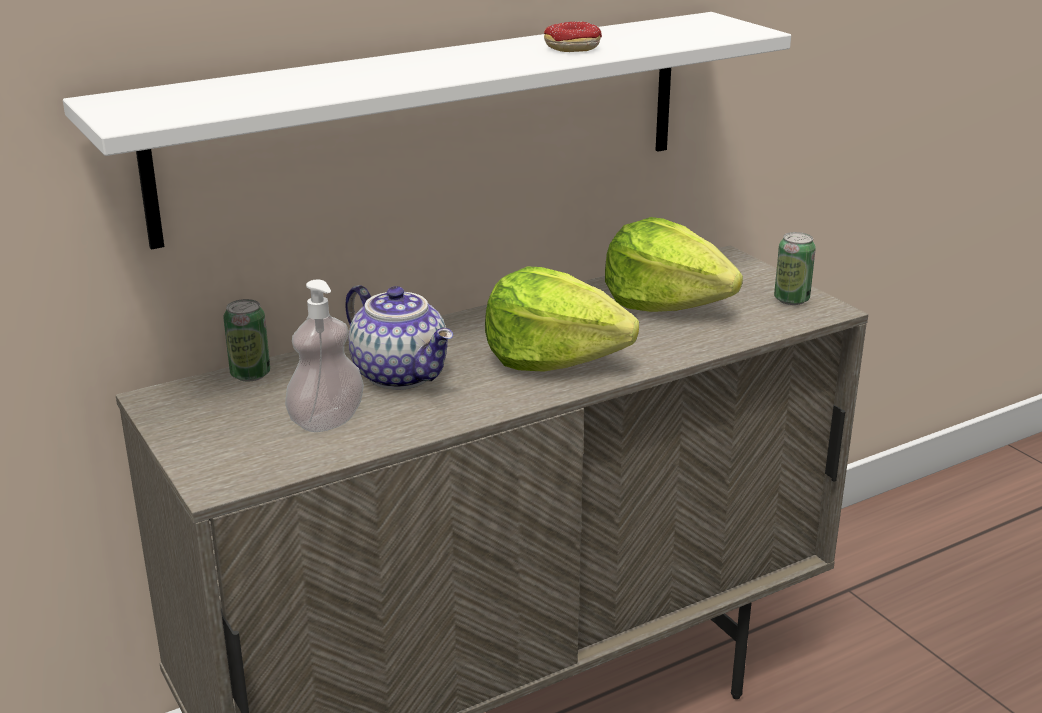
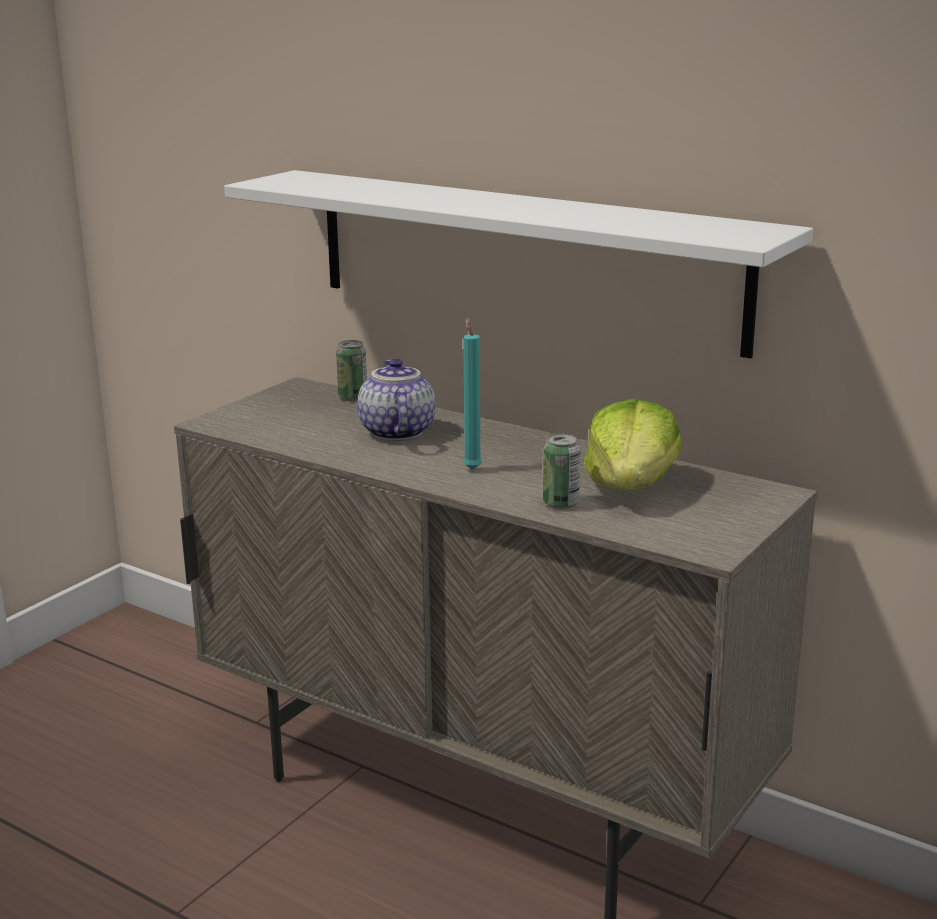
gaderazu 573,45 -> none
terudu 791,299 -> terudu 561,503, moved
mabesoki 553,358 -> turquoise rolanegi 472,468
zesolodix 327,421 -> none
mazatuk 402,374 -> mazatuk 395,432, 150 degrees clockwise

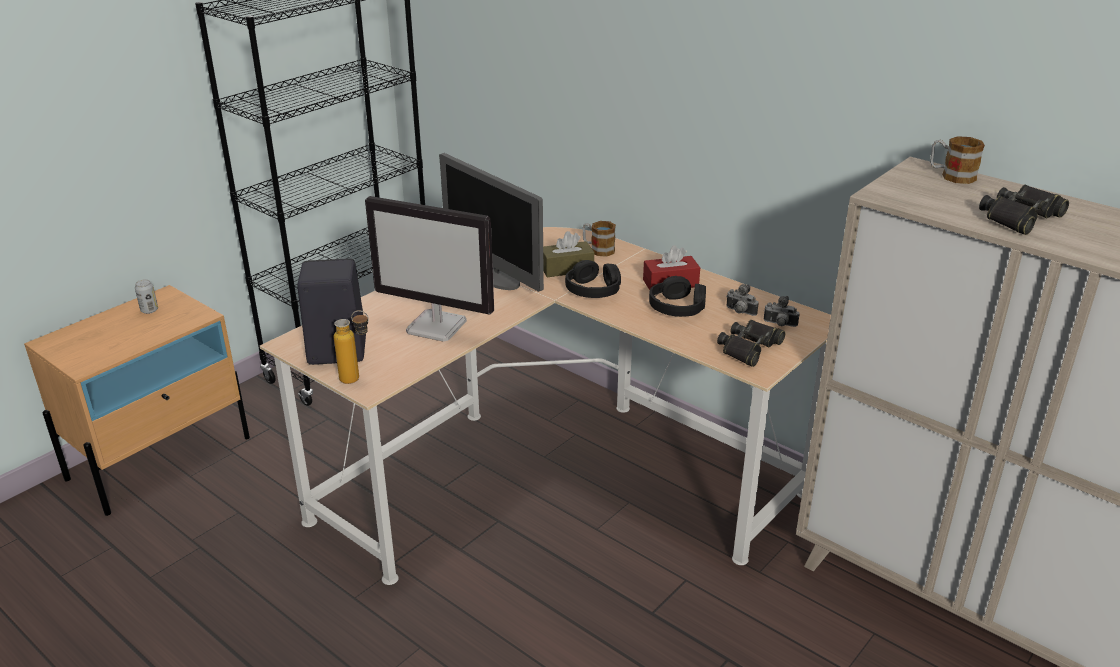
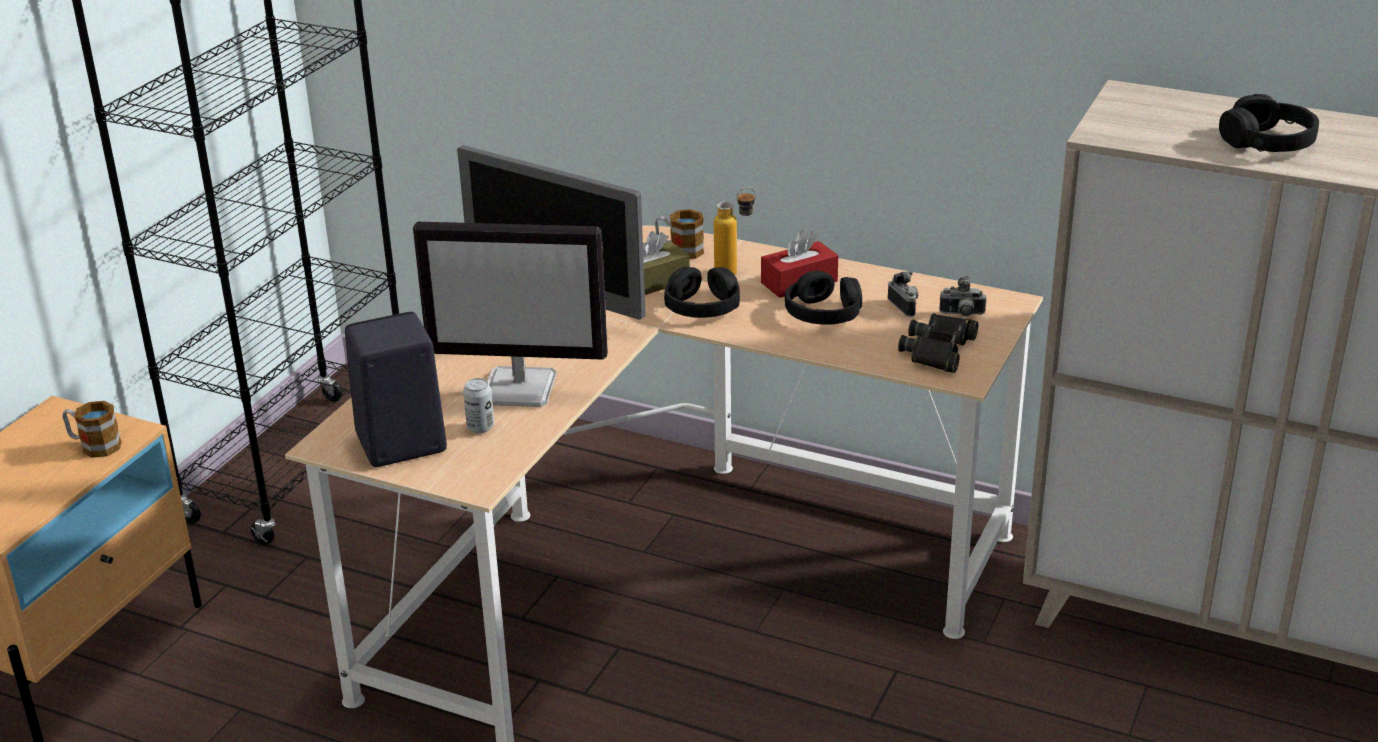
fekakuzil 951,176 -> fekakuzil 94,446, moved
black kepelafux 1020,217 -> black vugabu 1267,142
terudu 149,310 -> terudu 480,427, moved
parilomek 739,312 -> parilomek 905,306, 135 degrees counterclockwise
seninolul 357,379 -> seninolul 735,272, moved

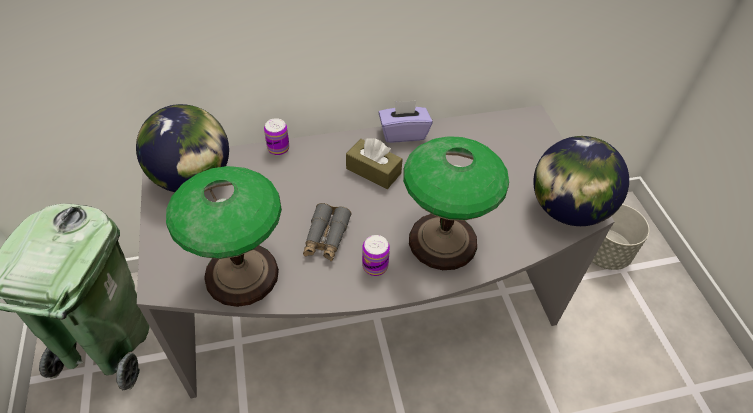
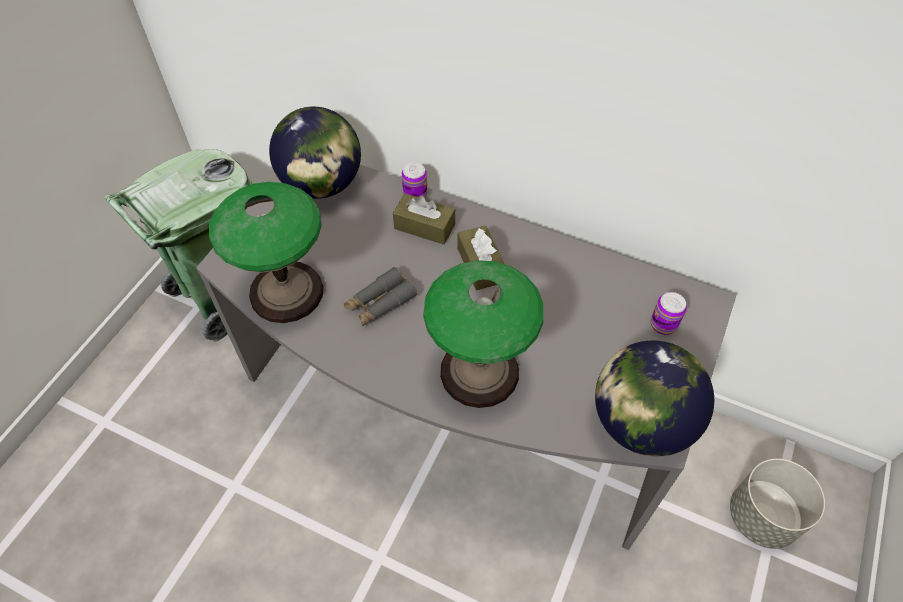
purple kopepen 403,133 -> none
terudu 375,266 -> terudu 663,324, moved
none -> brown kopepen 424,226

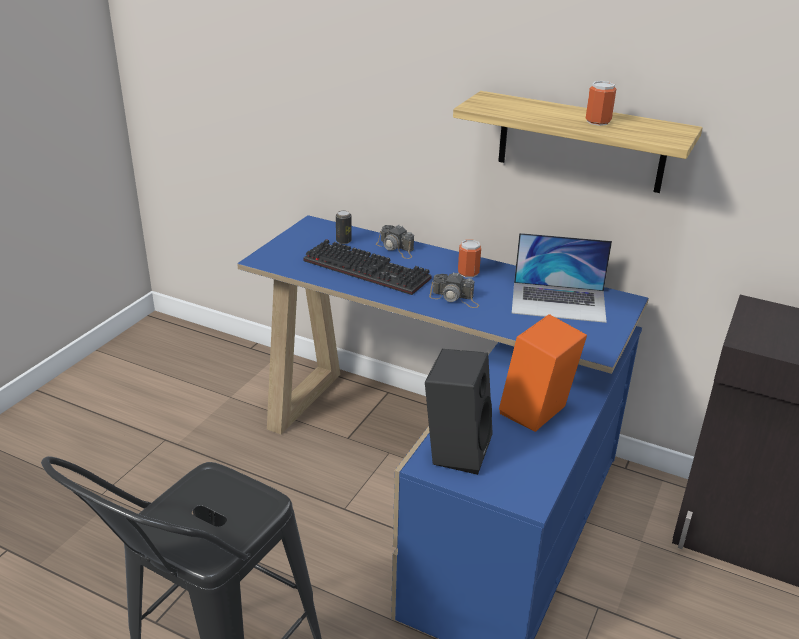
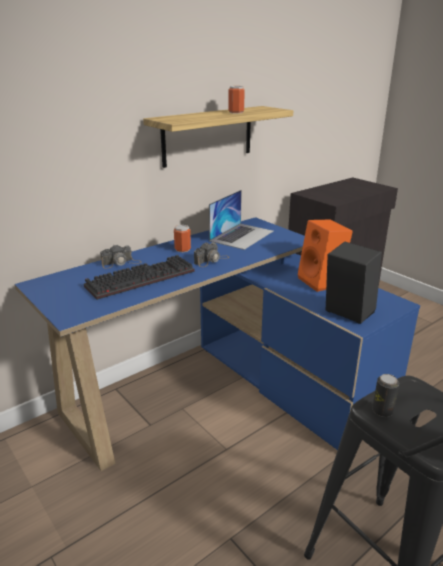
terudu 343,241 -> terudu 382,411, moved

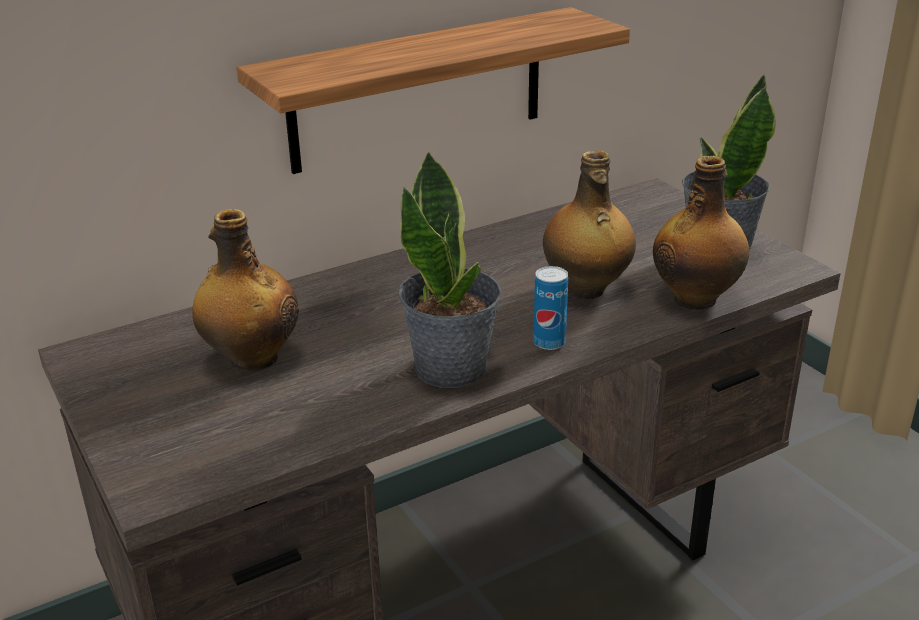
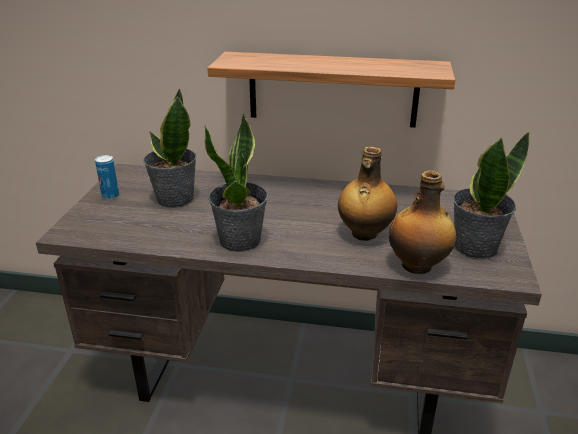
seninolul 252,358 -> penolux 174,199
terudu 549,342 -> terudu 110,196, moved

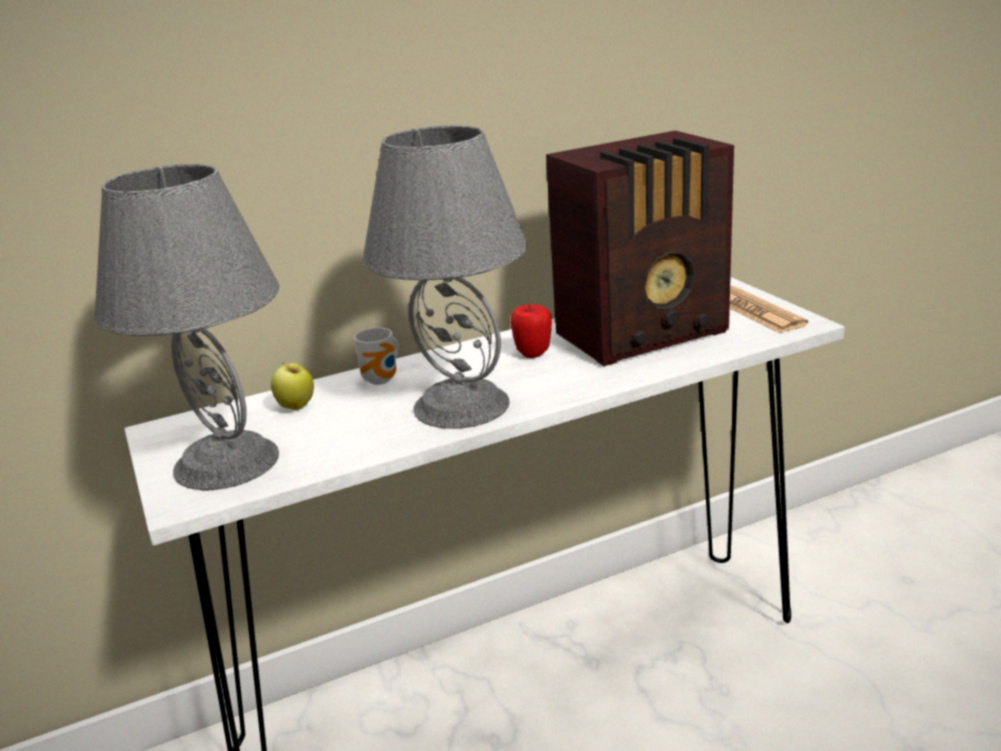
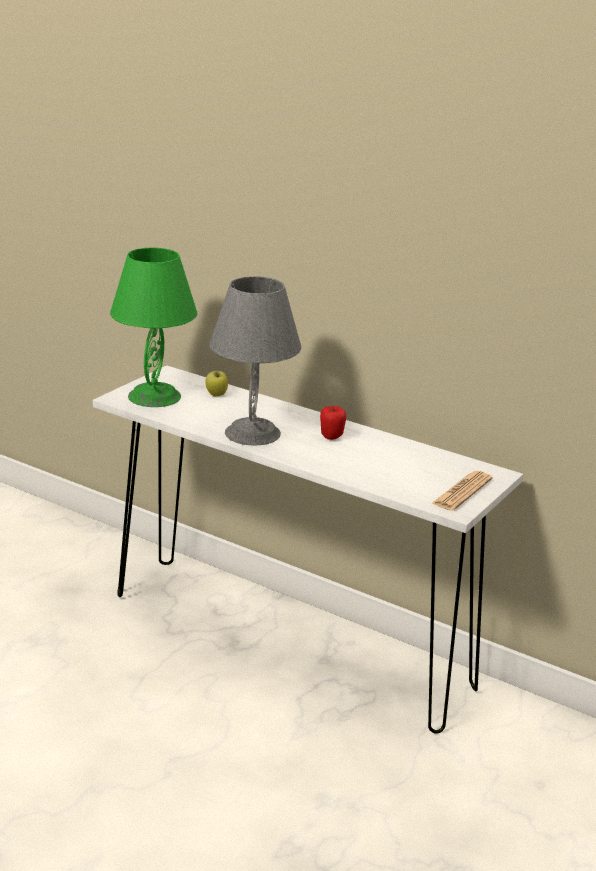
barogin 646,334 -> none
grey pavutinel 225,462 -> green pavutinel 154,396
fekakuzil 383,379 -> none

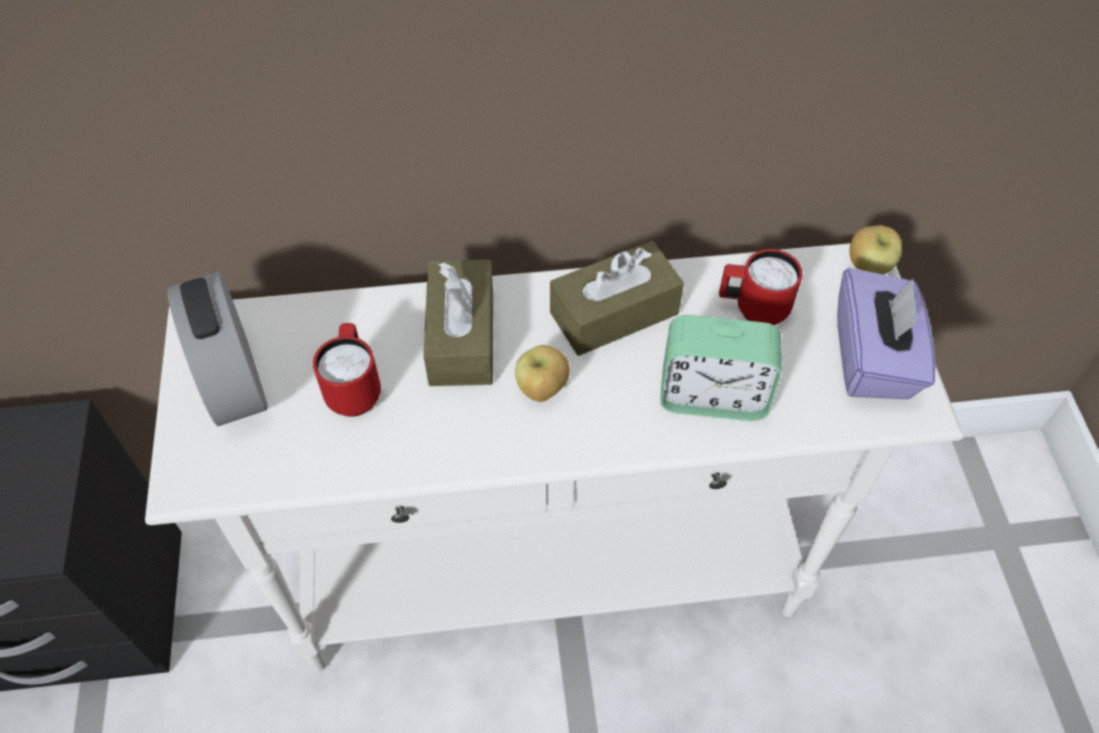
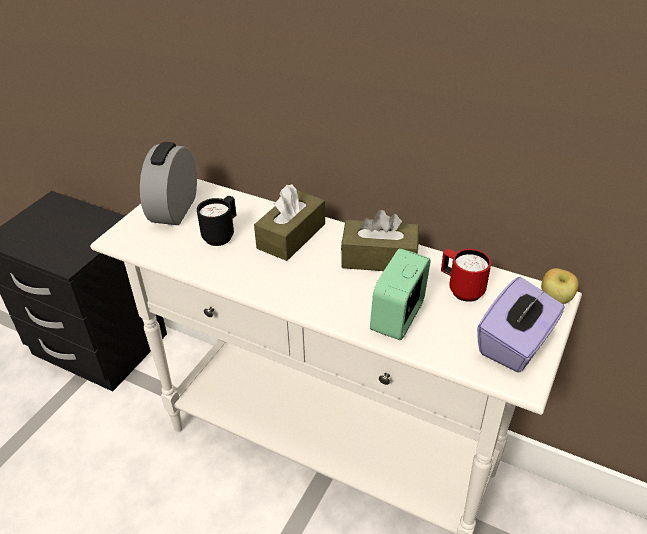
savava 712,396 -> savava 398,317, 75 degrees clockwise
red fekakuzil 354,389 -> black fekakuzil 221,235
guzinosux 542,390 -> none

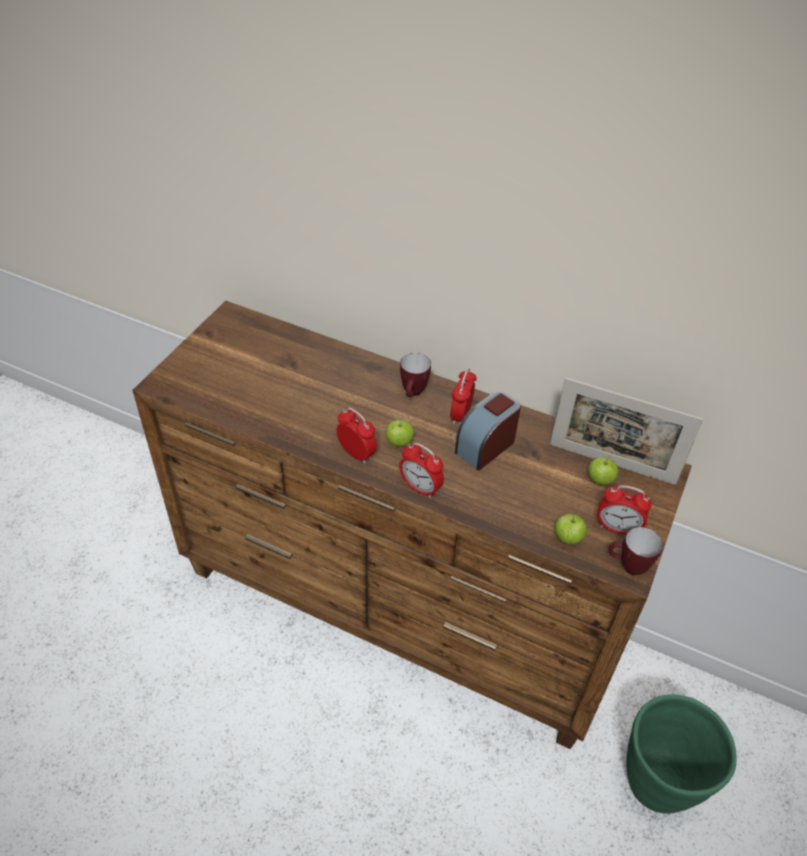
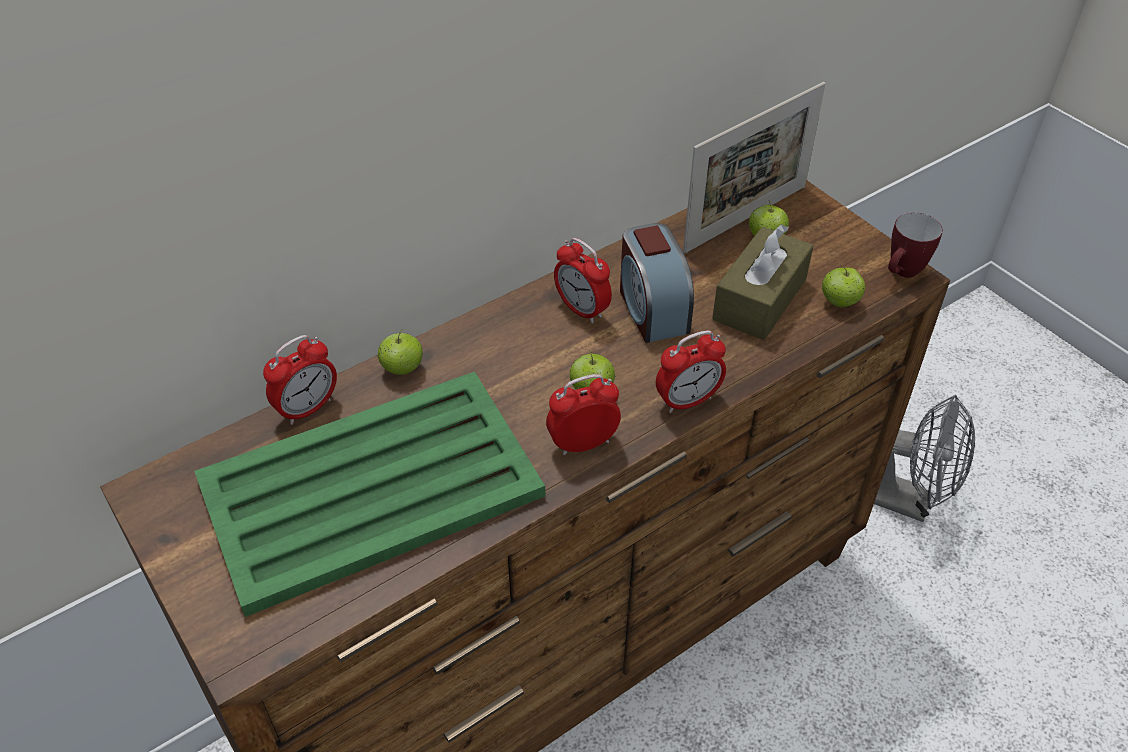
fekakuzil 413,394 -> none
savava 617,528 -> savava 307,408, moved
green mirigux 657,783 -> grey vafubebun 907,501
none -> brown kopepen 760,299
none -> guzinosux 402,369
none -> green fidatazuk 367,489

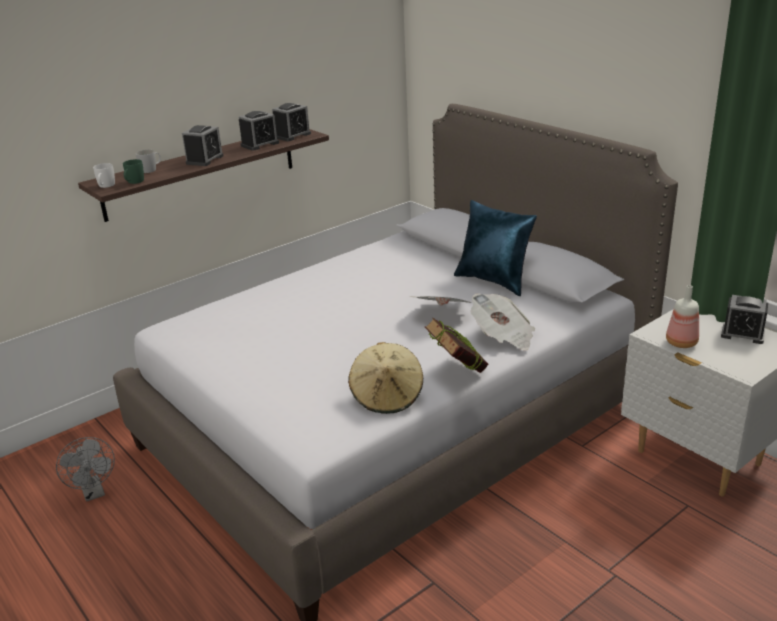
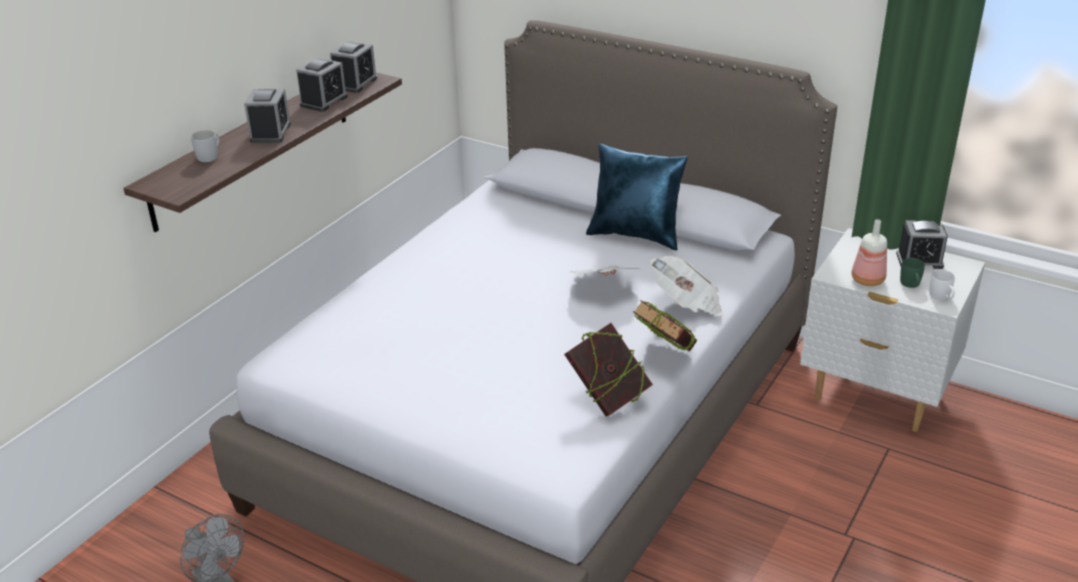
green fekakuzil 134,182 -> green fekakuzil 911,285, moved
white fekakuzil 105,186 -> white fekakuzil 941,297, moved
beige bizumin 387,397 -> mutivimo 607,398

